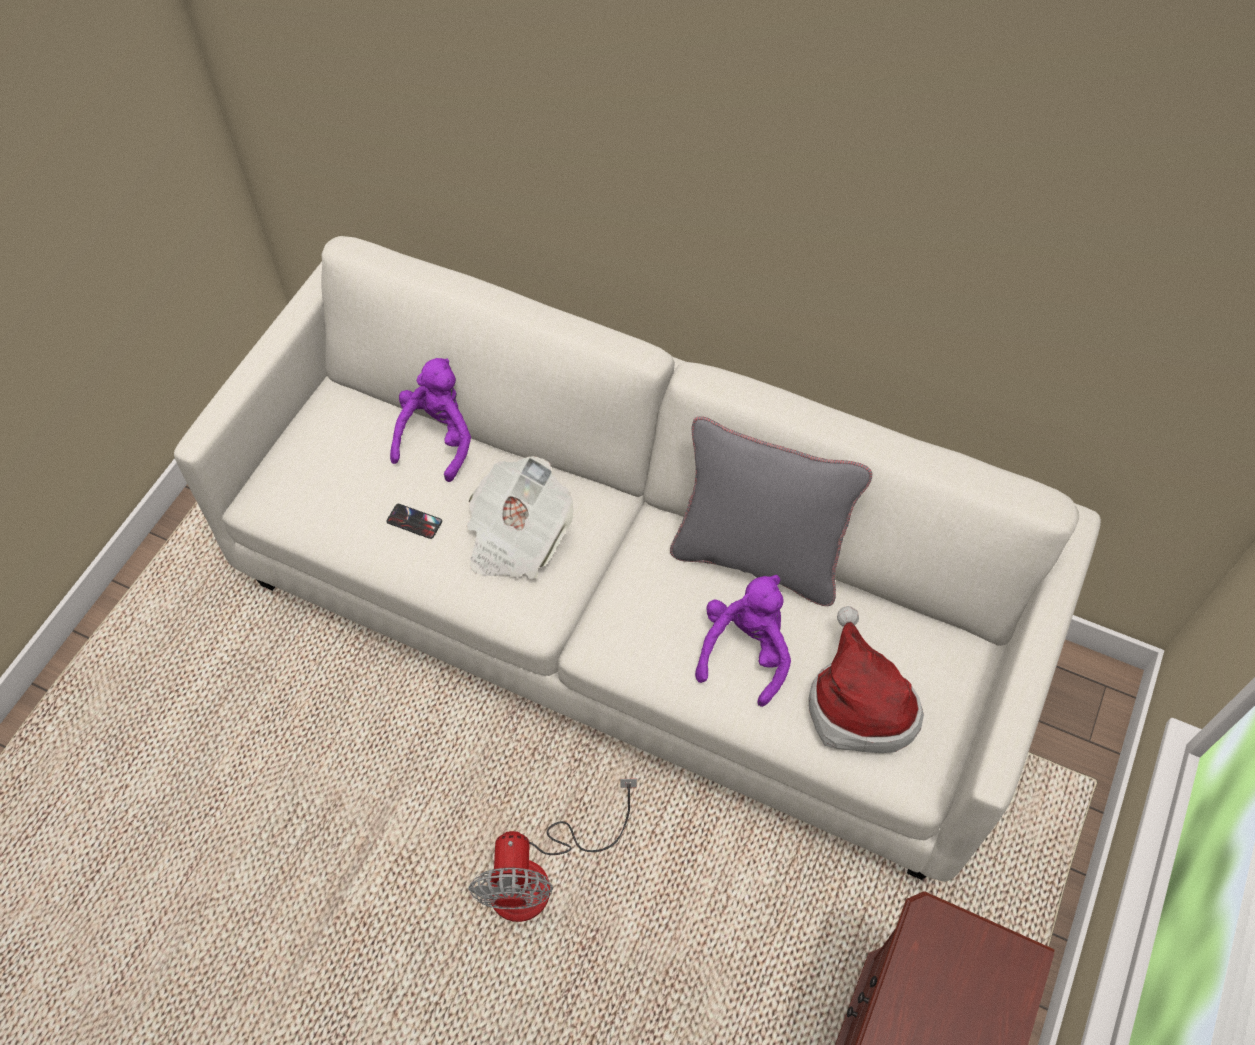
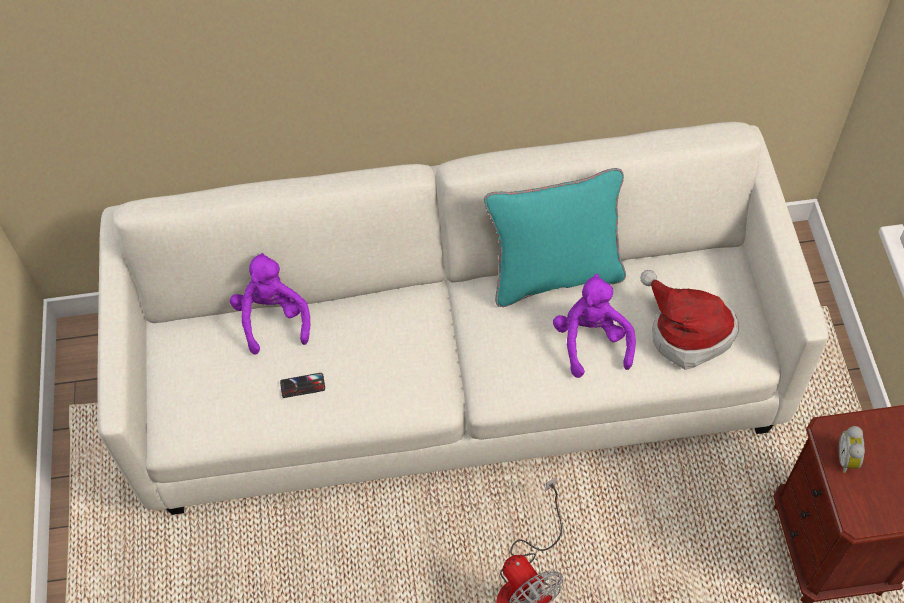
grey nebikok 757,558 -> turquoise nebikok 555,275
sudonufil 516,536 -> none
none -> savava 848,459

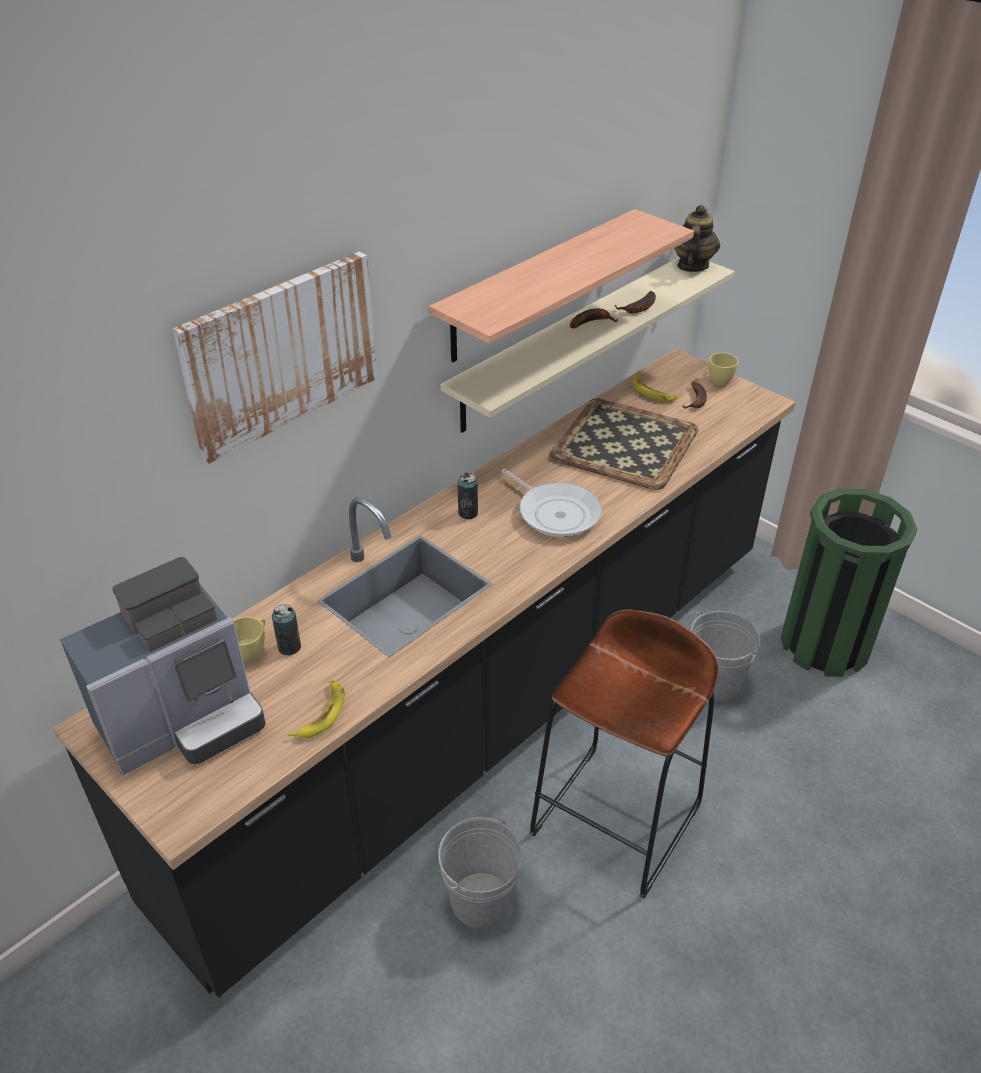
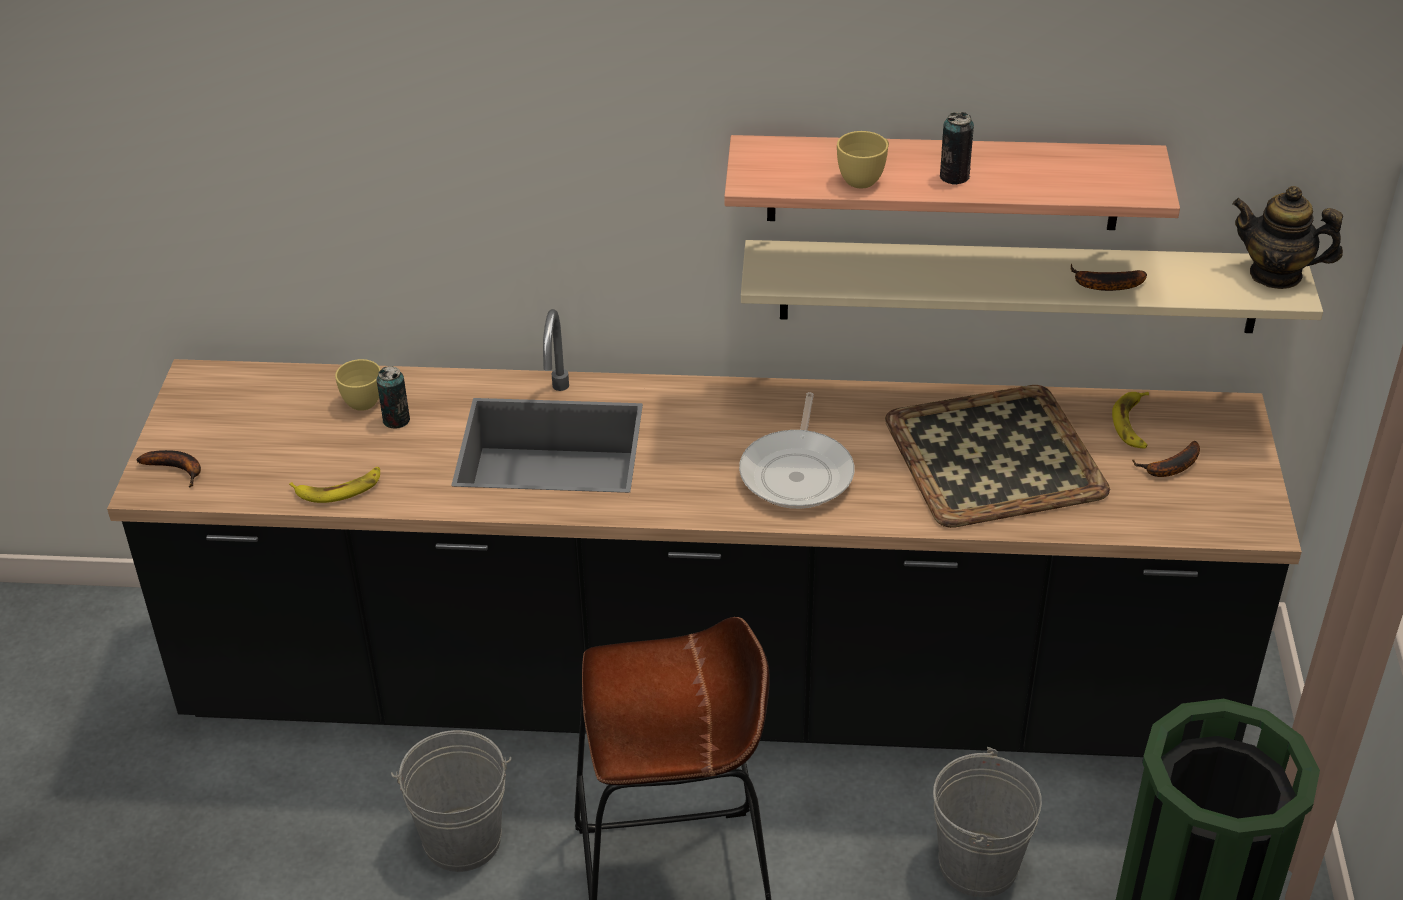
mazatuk 692,266 -> mazatuk 1276,274, 135 degrees counterclockwise
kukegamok 281,353 -> none
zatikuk 591,322 -> zatikuk 177,469, moved
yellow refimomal 719,379 -> yellow refimomal 865,178, moved
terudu 468,513 -> terudu 954,176, moved
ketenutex 184,721 -> none

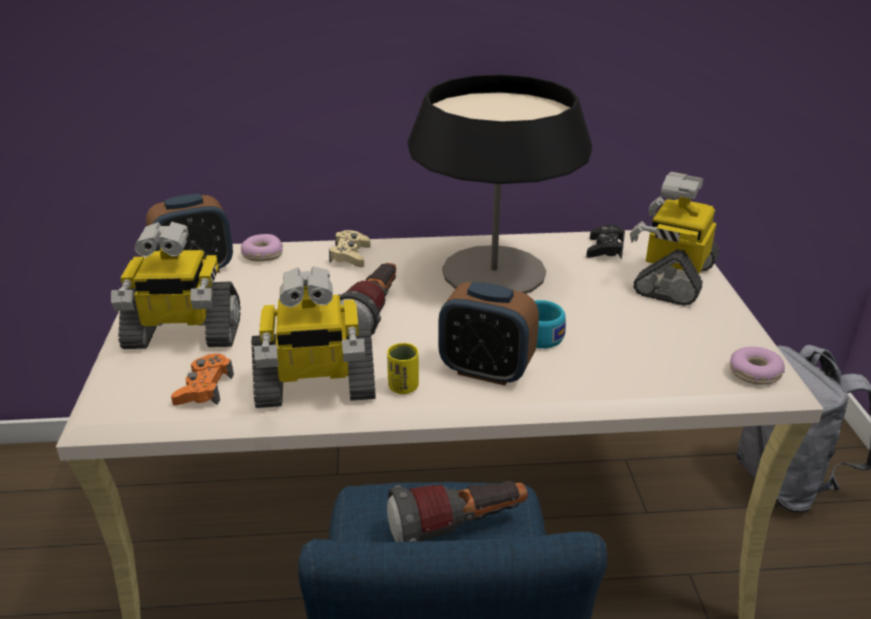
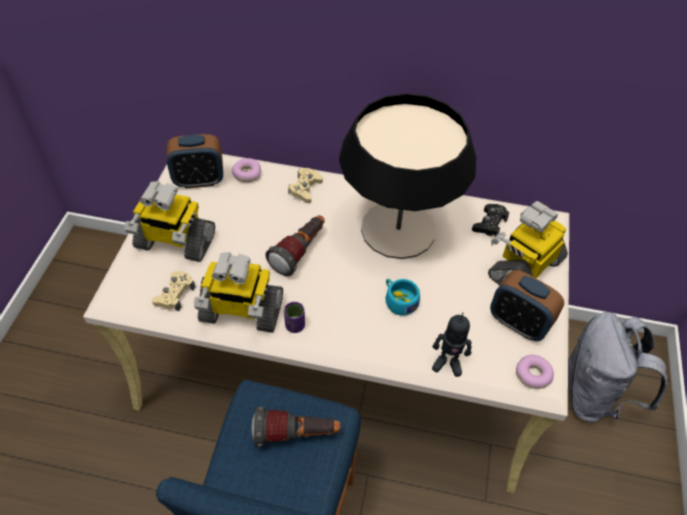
savava 486,371 -> savava 518,323, moved
yellow refimomal 403,387 -> purple refimomal 295,326
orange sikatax 204,388 -> beige sikatax 175,294
none -> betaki 447,363

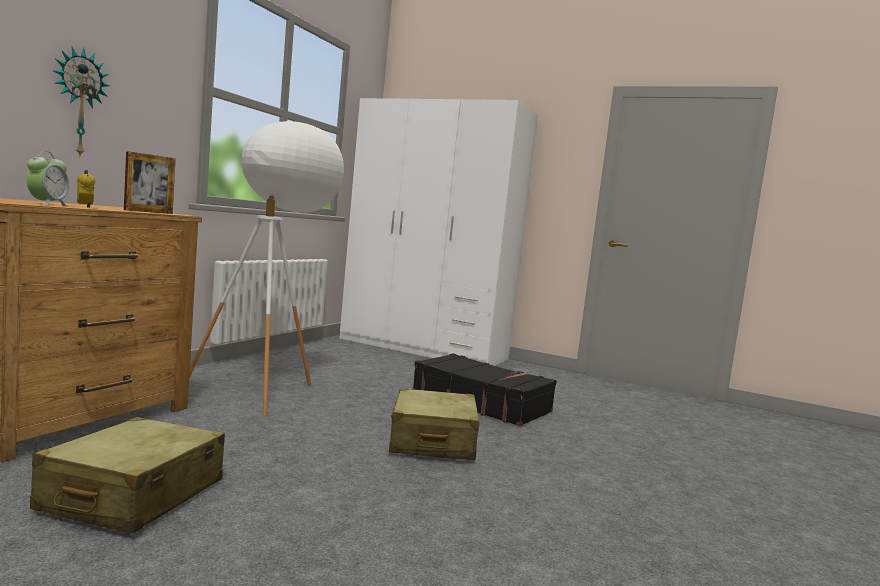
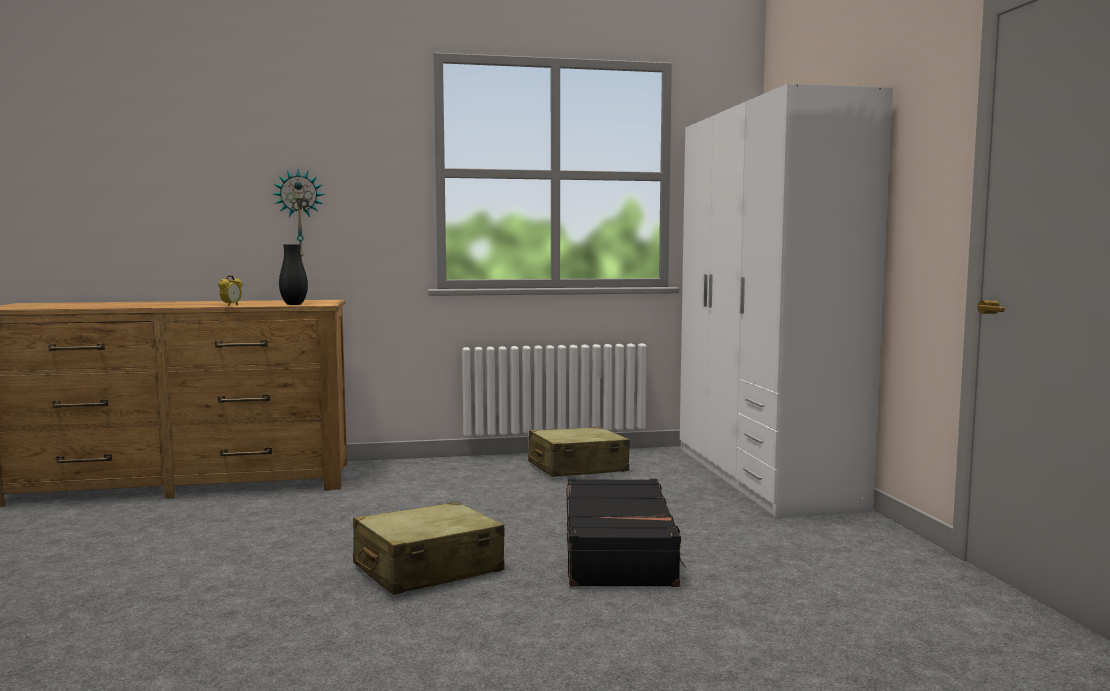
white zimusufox 266,387 -> none
savava 47,204 -> none
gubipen 148,212 -> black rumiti 294,304
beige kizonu 133,496 -> beige kizonu 577,468, moved

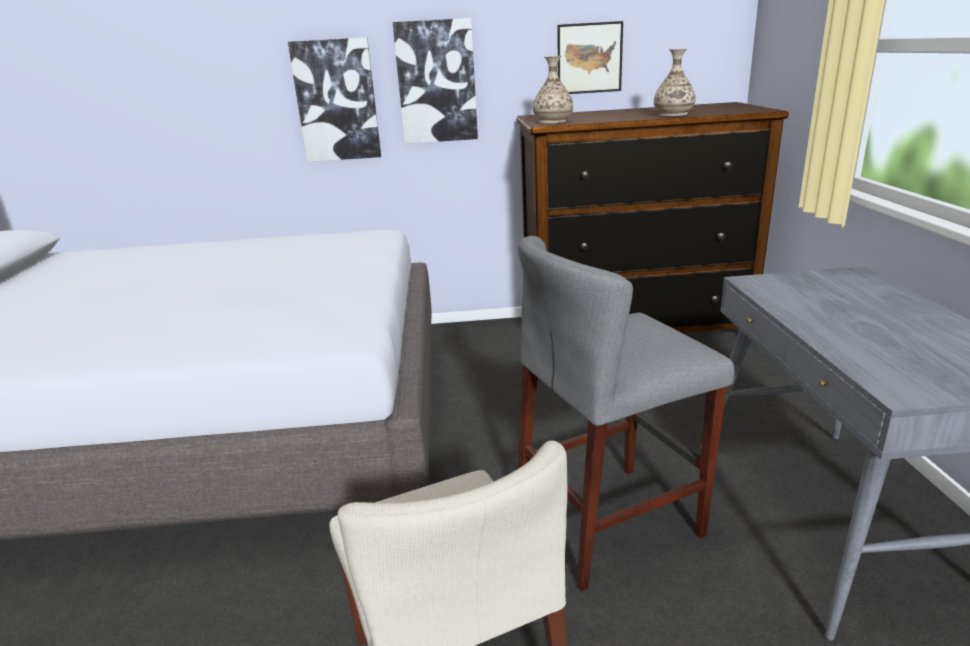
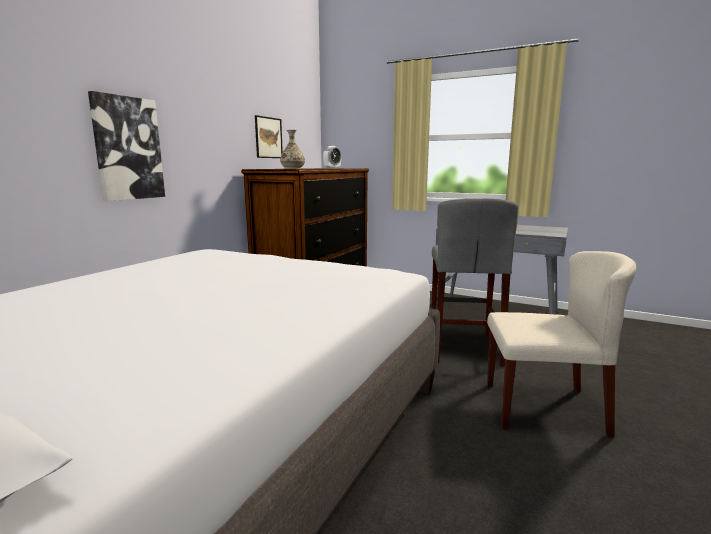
kukegamok 436,82 -> none
rumiti 673,114 -> savava 332,168

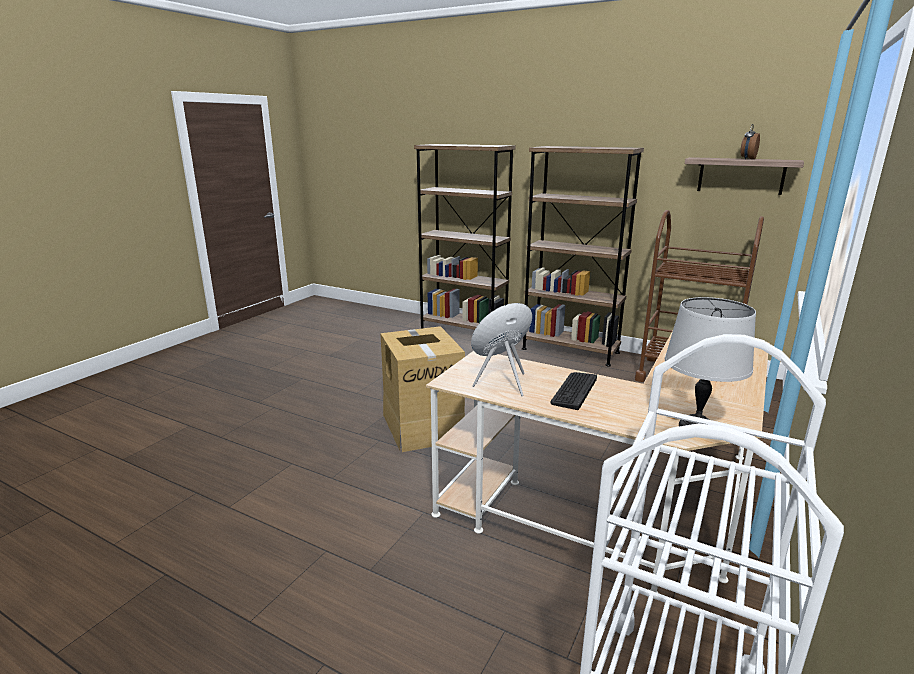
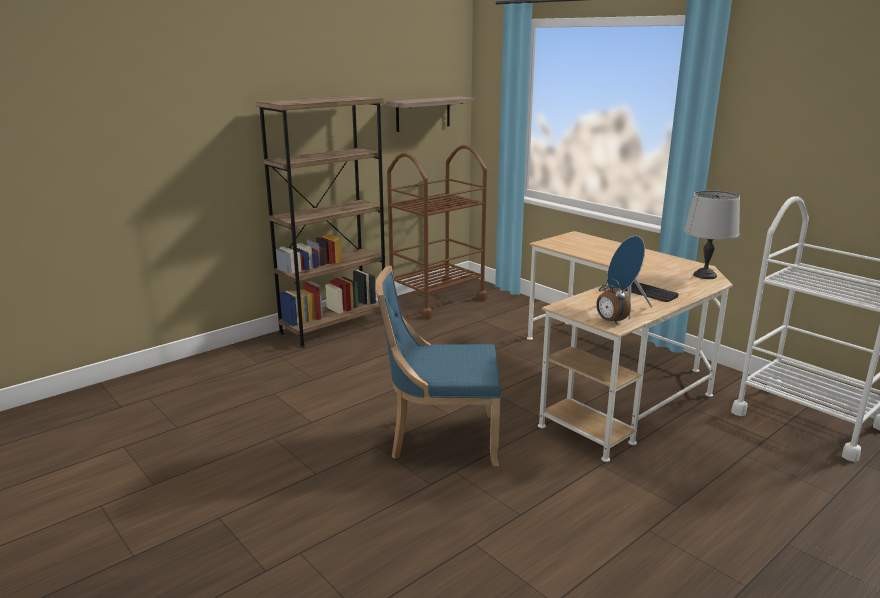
savava 747,159 -> savava 610,321, moved
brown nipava 463,331 -> none
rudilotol 423,426 -> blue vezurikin 440,439

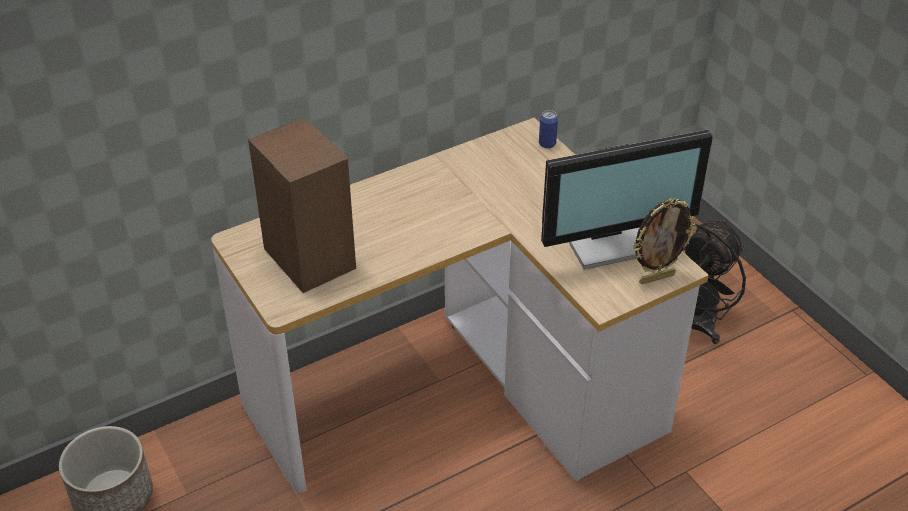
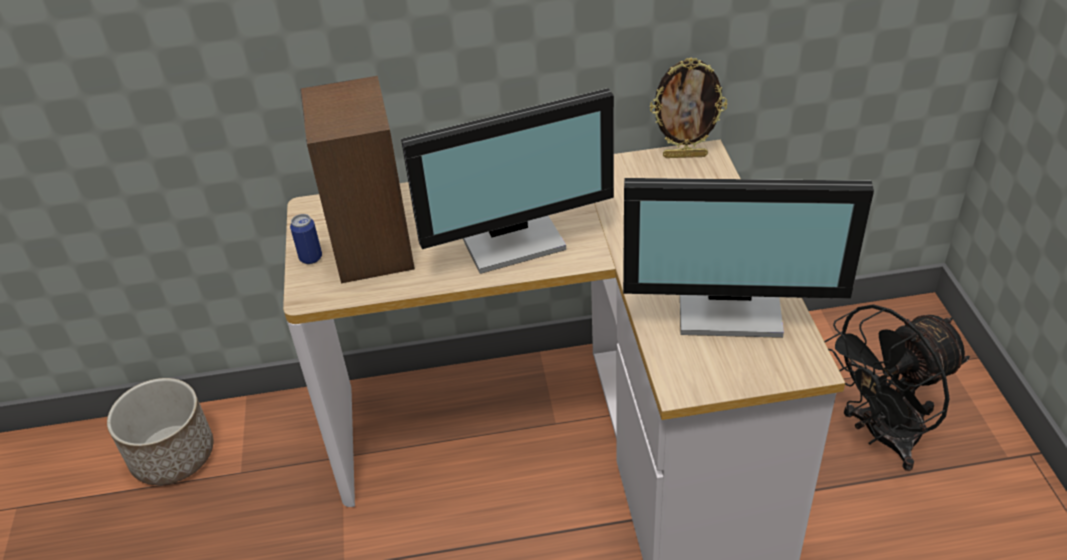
terudu 547,144 -> terudu 311,257, moved
gubipen 656,278 -> gubipen 685,155, moved
none -> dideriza 512,237

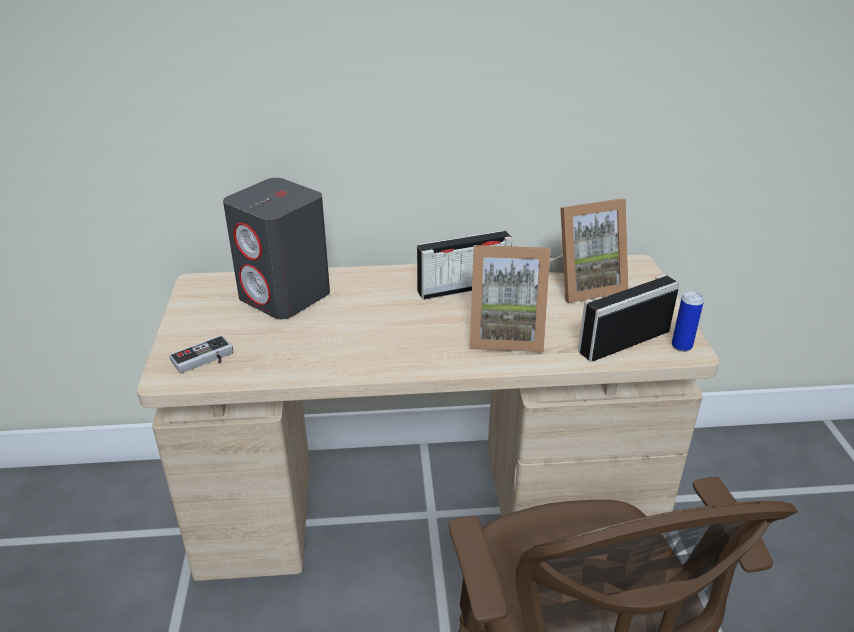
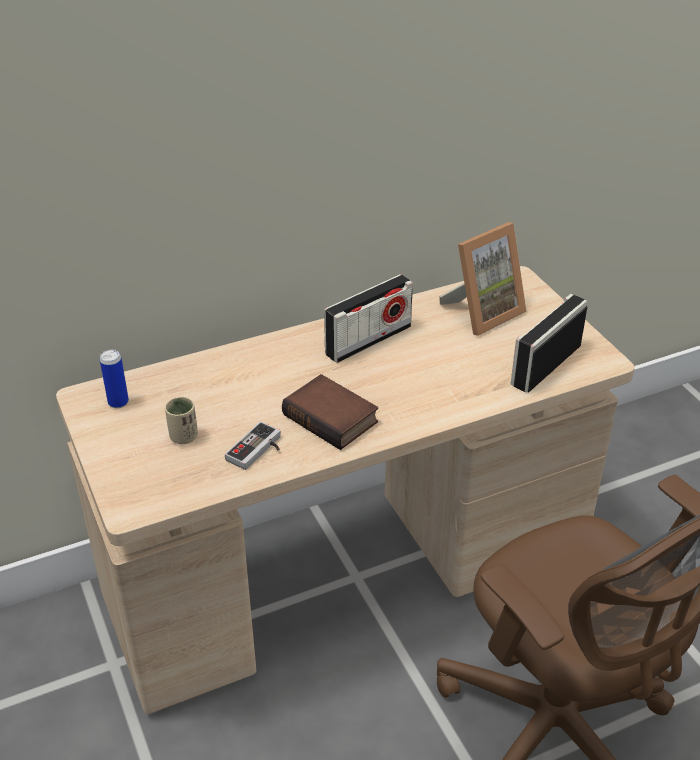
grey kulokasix 285,296 -> none
gubipen 505,334 -> none
terudu 681,346 -> terudu 118,402, moved
sikatax 204,360 -> sikatax 258,451, moved
none -> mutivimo 333,418
none -> beige refimomal 183,437

